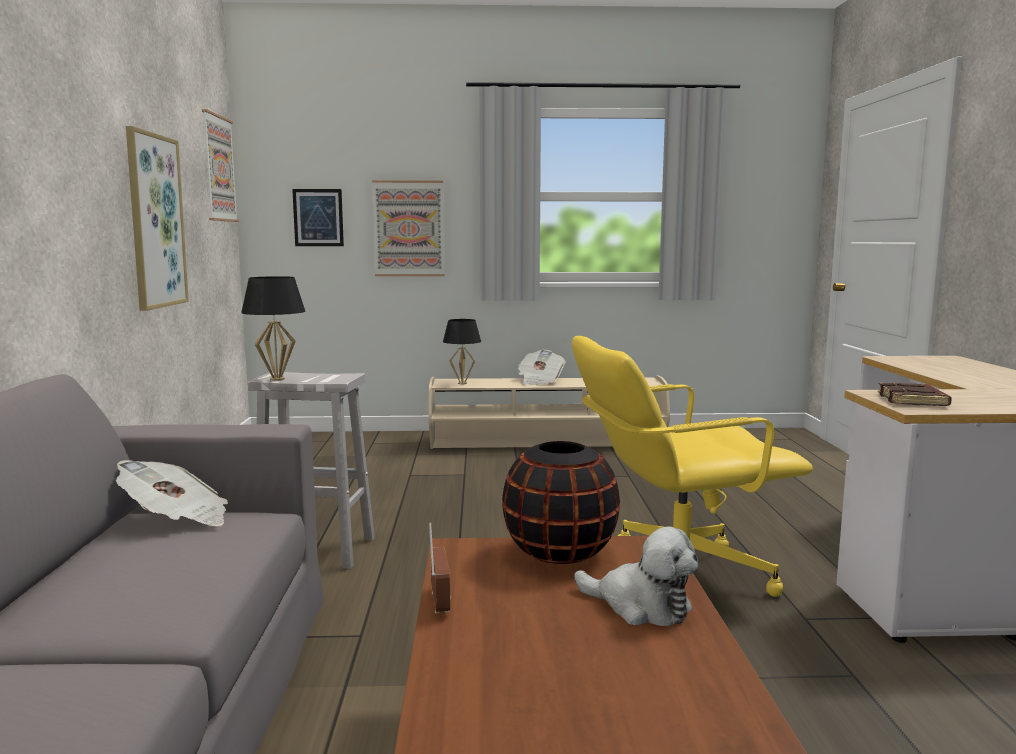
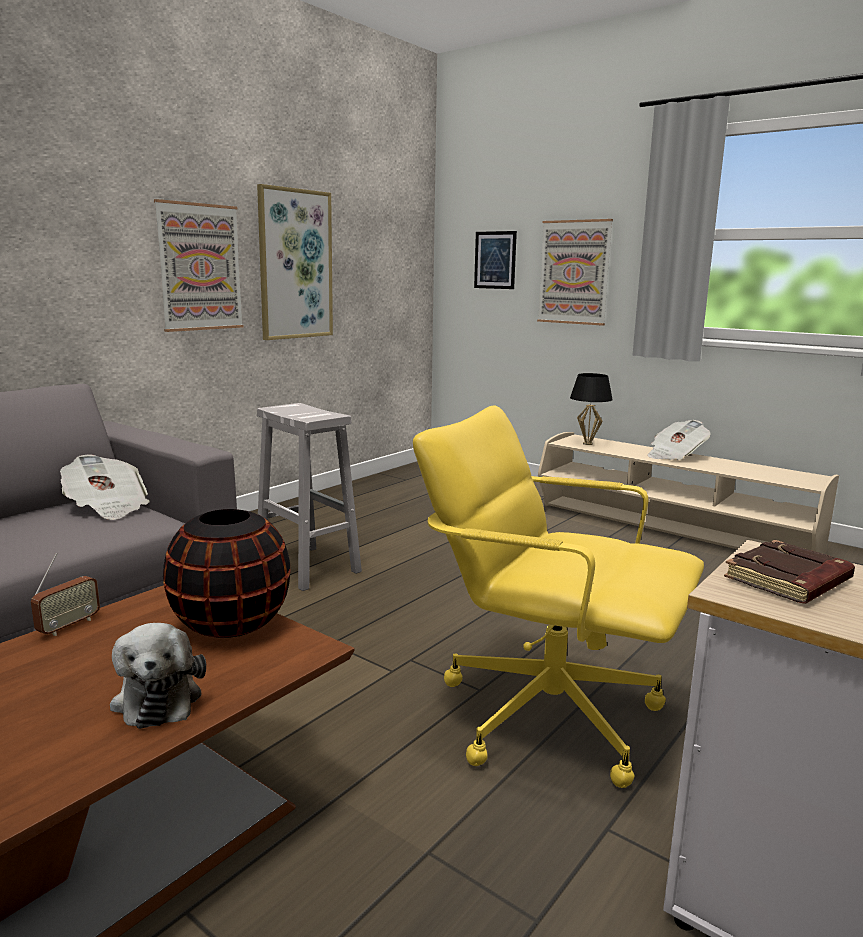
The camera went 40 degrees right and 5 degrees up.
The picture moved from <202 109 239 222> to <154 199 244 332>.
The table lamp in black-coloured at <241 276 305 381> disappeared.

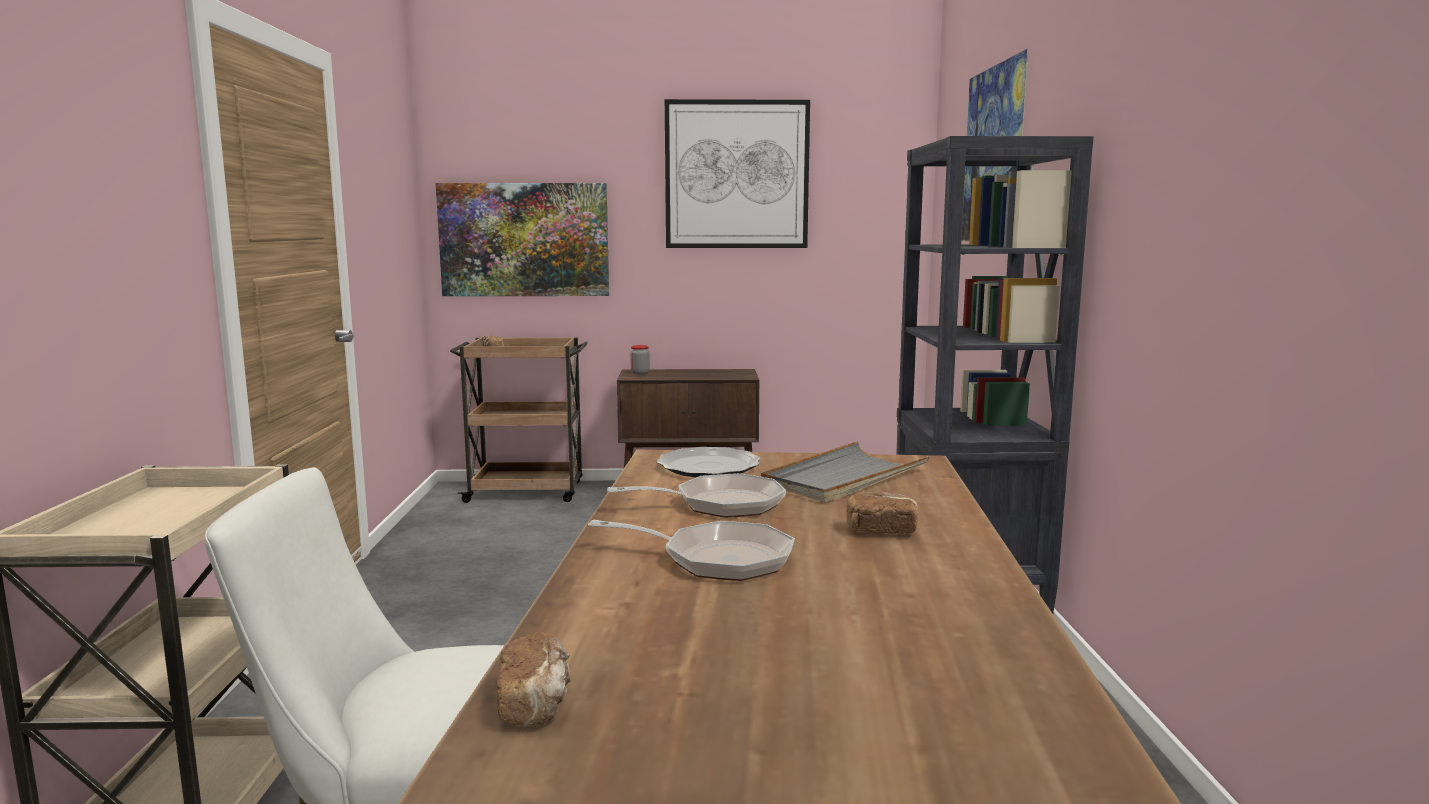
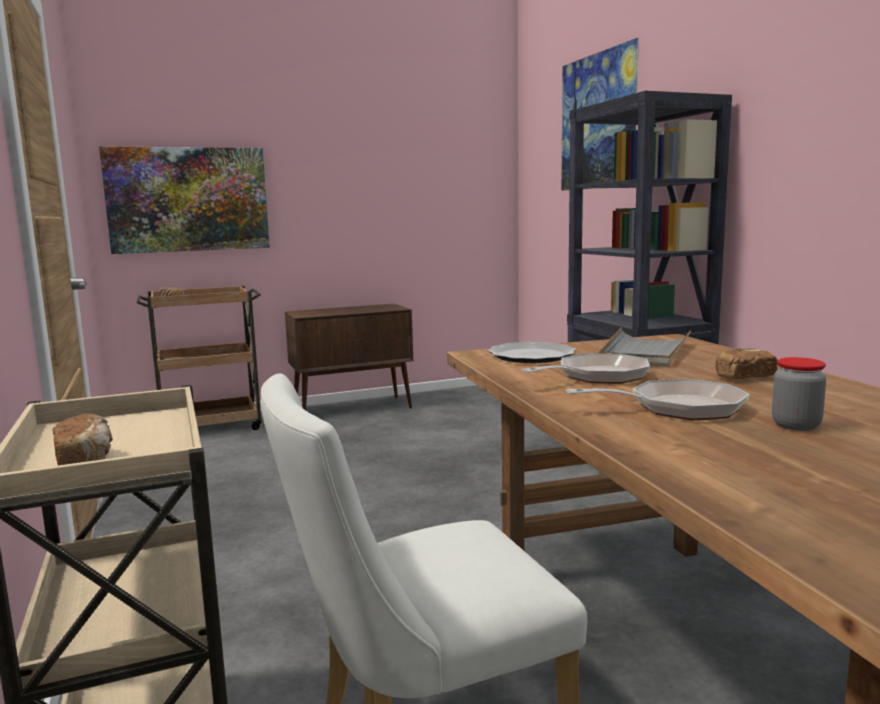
The camera went 20 degrees left and 0 degrees up.
The picture at <665 99 810 248> disappeared.
The storage jar moved from <630 345 650 374> to <772 357 826 431>.
The bakery bread moved from <497 632 571 727> to <53 413 113 465>.

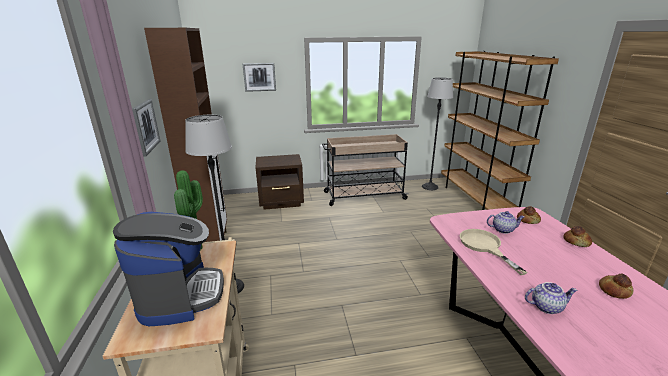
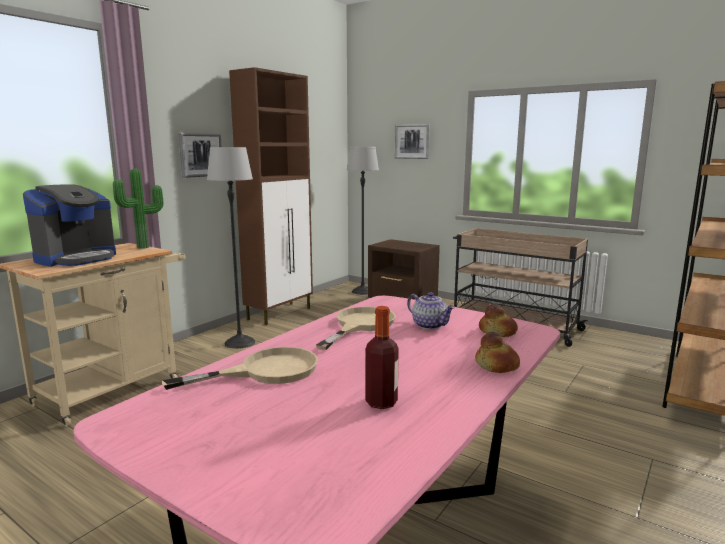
The camera went 45 degrees right and 10 degrees down.
The floor lamp moved from <422 78 453 190> to <347 147 379 295>.
The bakery bread at <599 273 633 299> was replaced by the beverage bottle at <365 306 399 409>.
The teapot at <525 282 578 314> was replaced by the skillet in sand-coloured at <162 347 318 390>.

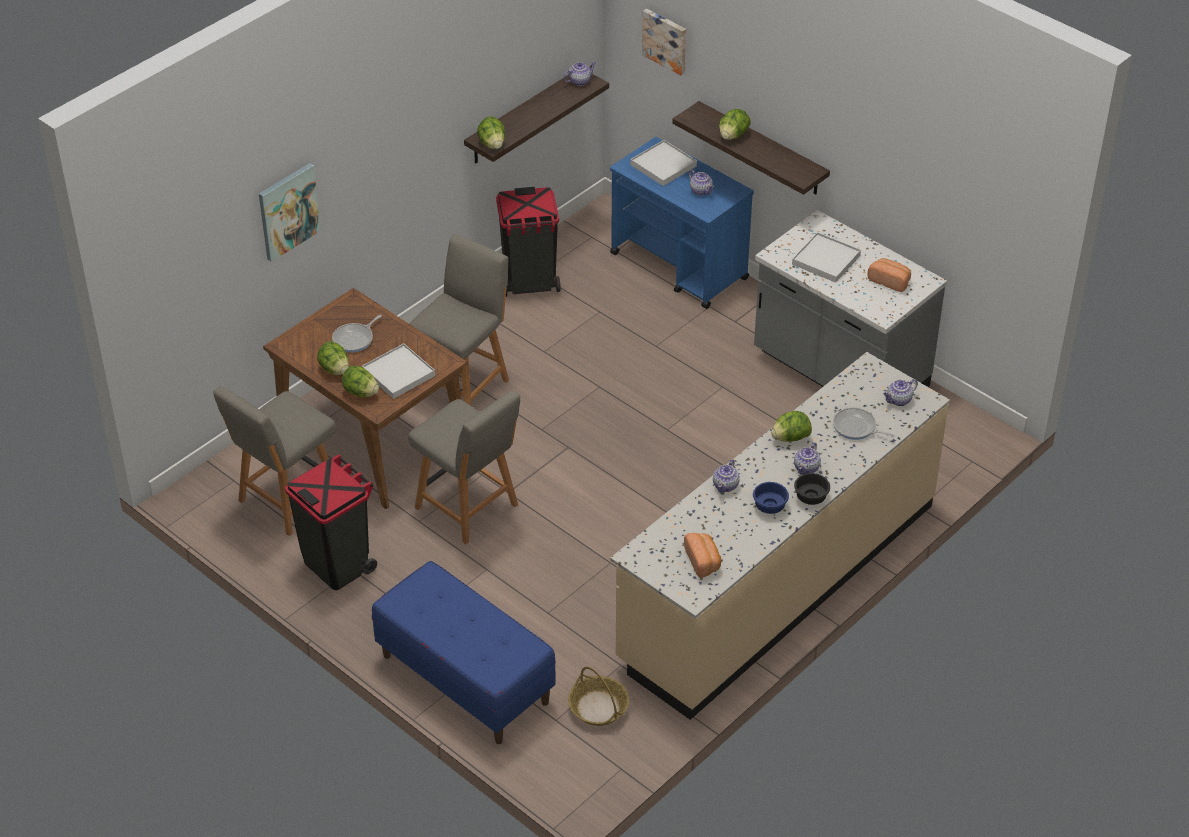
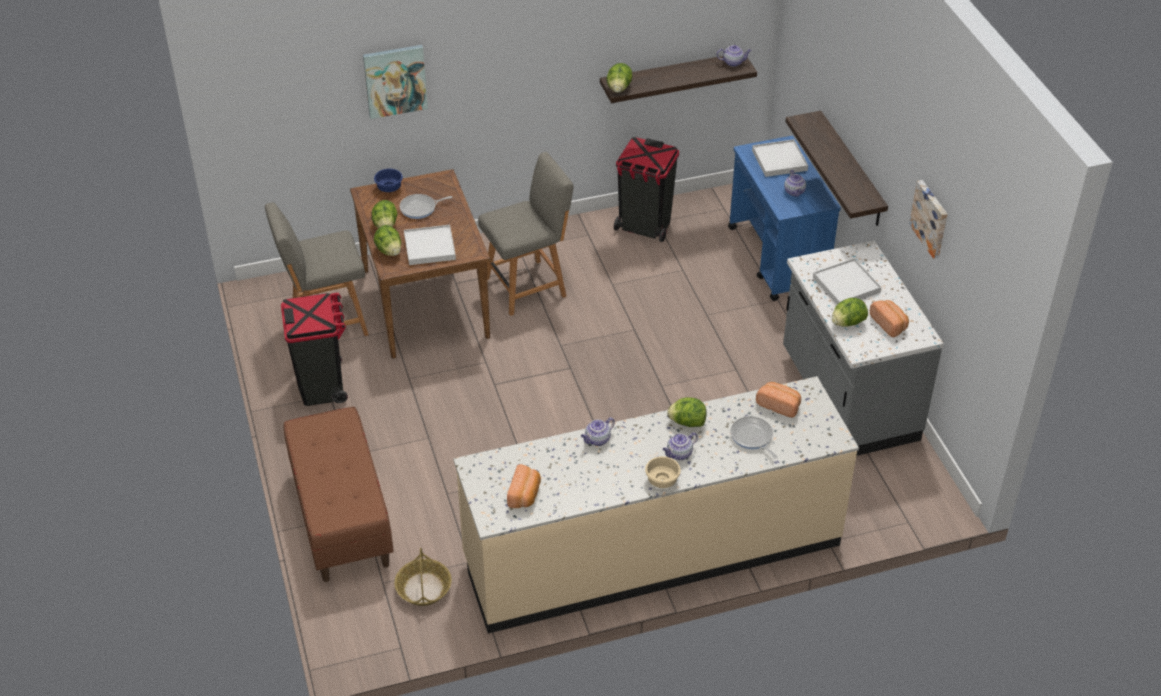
The camera went 30 degrees right and 0 degrees up.
The picture moved from <642 9 686 75> to <909 180 948 259>.
The head of lettuce moved from <719 109 751 140> to <832 298 868 327>.
The teapot at <884 379 918 406> disappeared.
The plain chair in gray at <408 391 520 544> disappeared.
The bowl in black-coloured at <794 473 830 505> became the bowl in sand-coloured at <645 456 681 488>.
The bowl in bluish moved from <753 482 789 514> to <374 169 403 192>.
The long seat in bluish at <372 561 556 744> became the long seat in brownish at <284 407 394 582>.
The bakery bread at <756 382 801 418> appeared.

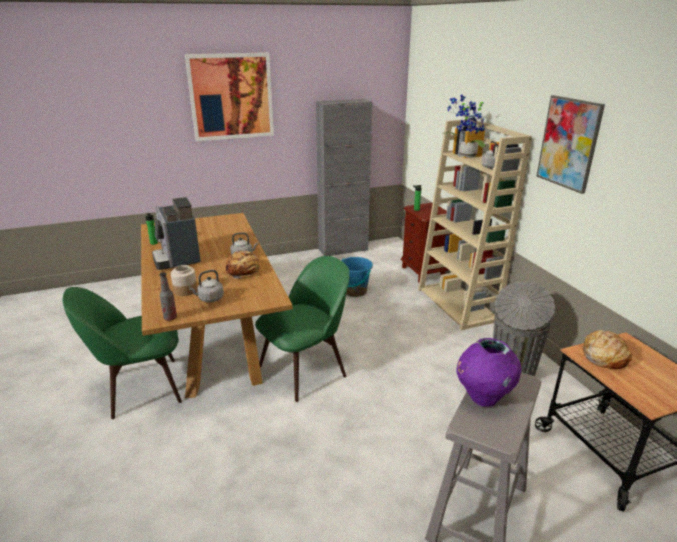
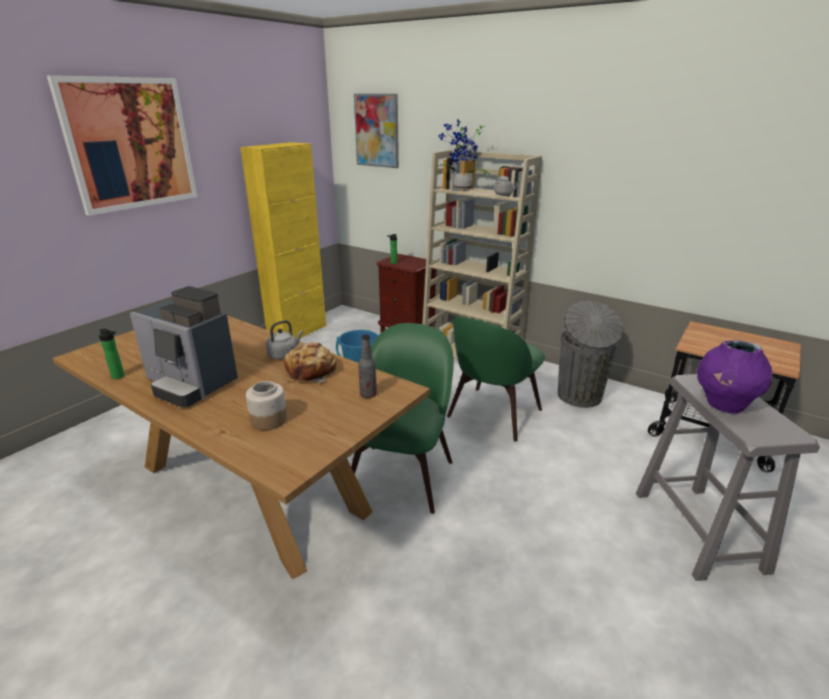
The camera went 35 degrees left and 0 degrees up.
The picture moved from <536 95 605 194> to <354 94 399 168>.
The cupboard in gray at <316 99 372 256> became the cupboard in yellow at <240 142 326 340>.
The water kettle in gray at <189 270 224 302> disappeared.
The beverage bottle moved from <159 273 177 321> to <358 335 377 398>.
The plain chair in greenish moved from <62 287 182 419> to <447 317 545 442>.
The bakery bread at <582 330 632 369> disappeared.

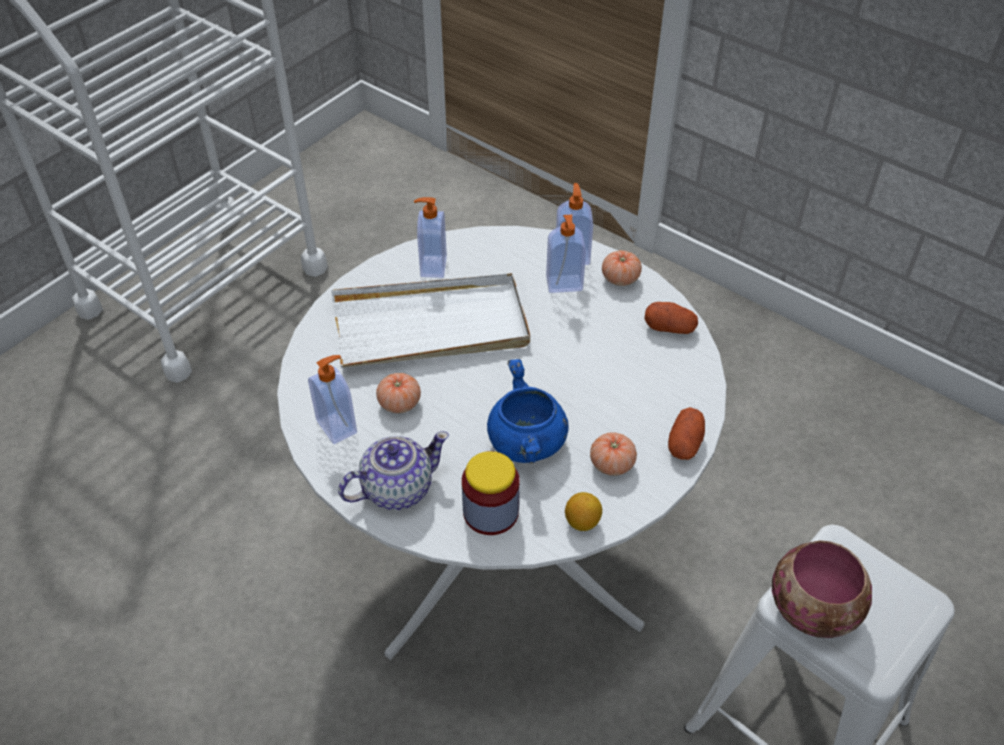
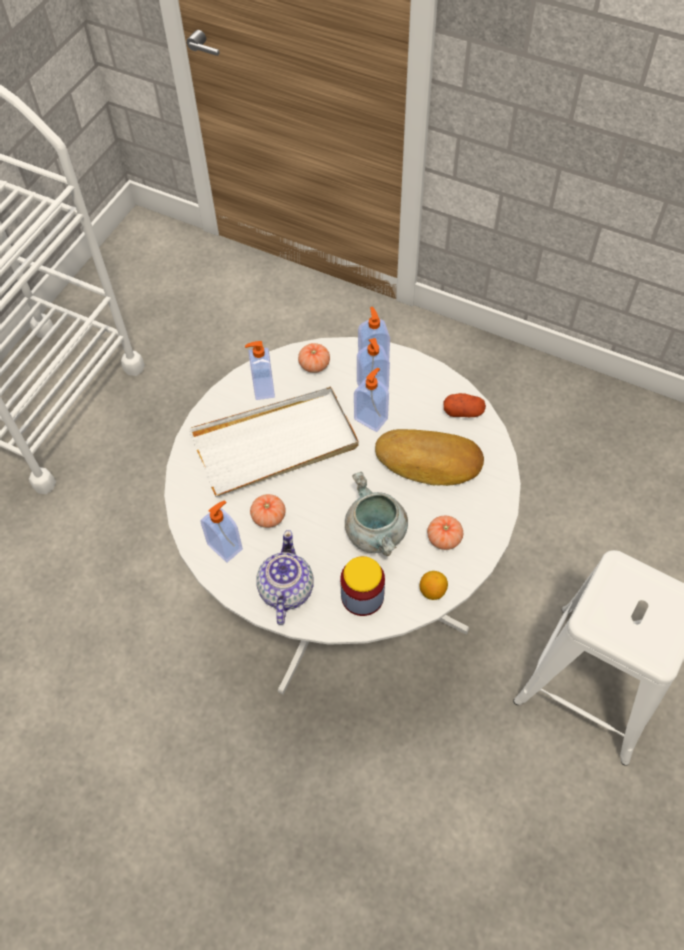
The camera went 10 degrees left and 10 degrees up.
The fresh tomato moved from <602 250 642 286> to <298 343 330 373>.
The saucepot in bluish at <487 359 569 464> became the saucepot in gray at <345 472 408 556>.
The potato at <668 407 705 460> disappeared.
The teapot at <338 431 449 510> turned 45 degrees counterclockwise.
The bowl at <772 541 872 638> disappeared.
The soap dispenser at <354 368 389 432> appeared.
The bakery bread at <375 429 484 486> appeared.

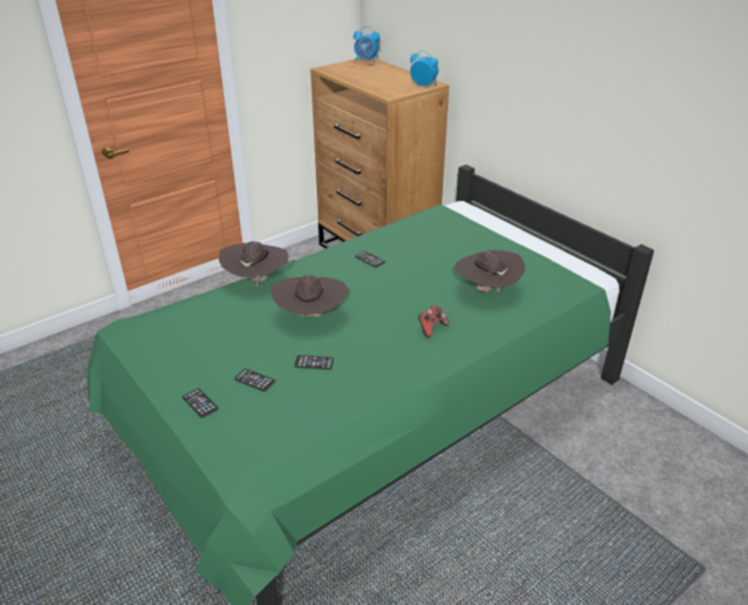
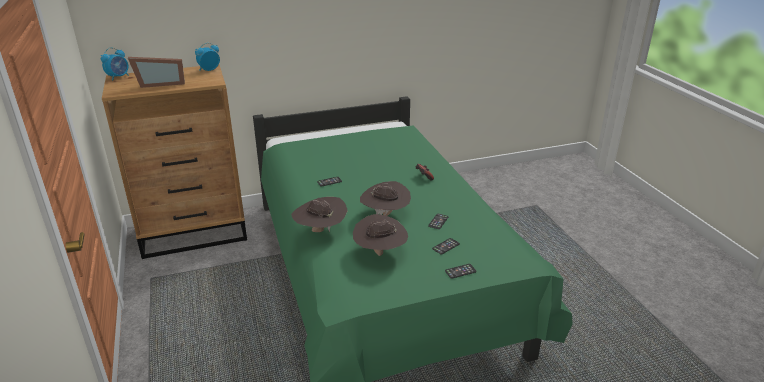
The camera went 70 degrees left and 5 degrees down.
The hat in brownish moved from <455 250 525 294> to <353 214 408 256>.
The standing frame at <128 57 185 88> appeared.

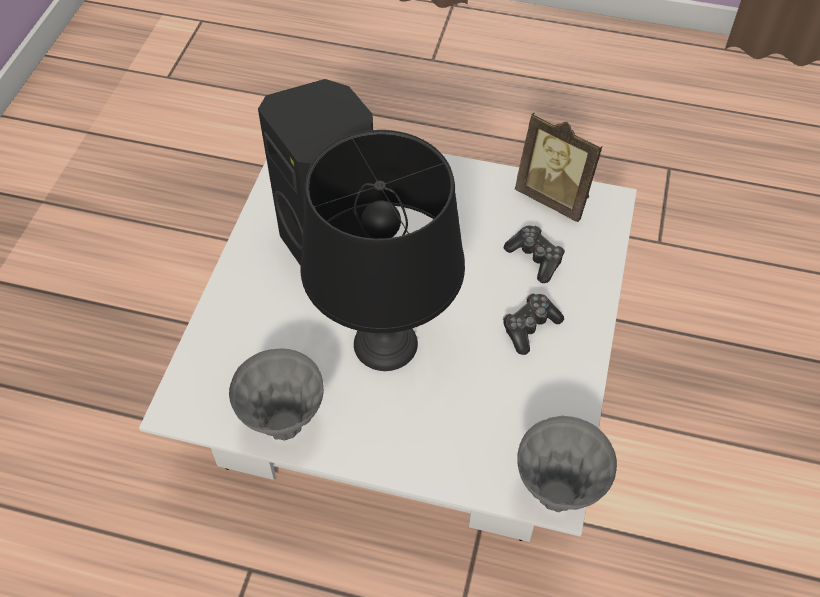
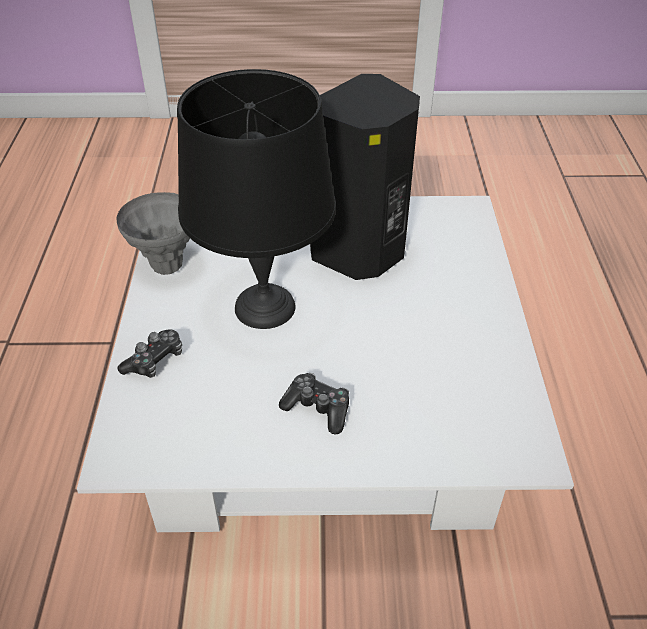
The camera went 75 degrees right and 10 degrees down.
The standing frame at <515 113 602 222> disappeared.
The game controller moved from <504 226 565 283> to <118 329 182 378>.
The flower vase in gray at <517 416 617 512> disappeared.

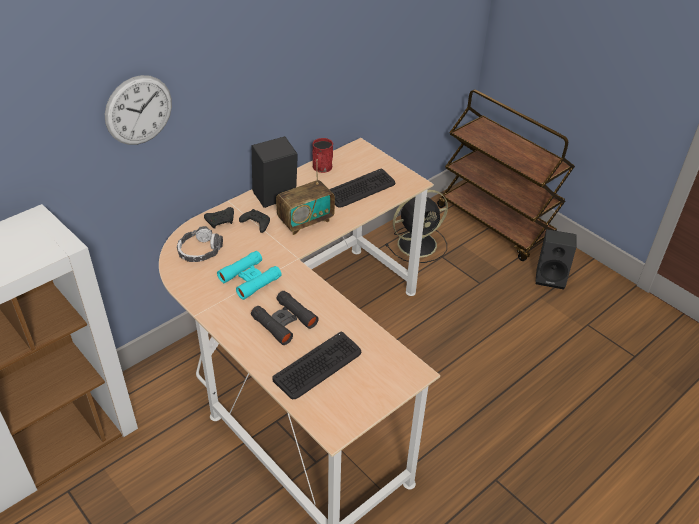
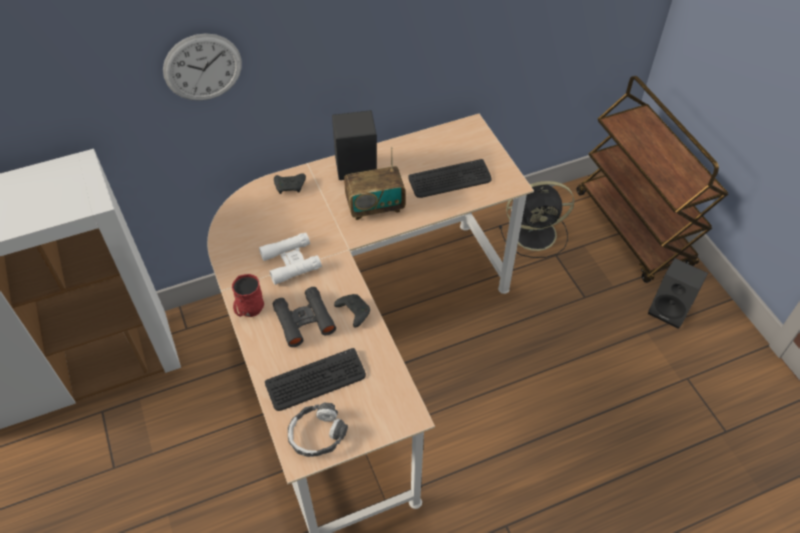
The camera went 20 degrees right and 10 degrees up.
The tea mug in reddish moved from <312 138 333 173> to <232 274 264 317>.
The game controller in black-coloured moved from <239 209 270 233> to <334 294 370 328>.
The headphones moved from <177 226 223 262> to <288 403 348 457>.
The binoculars in turquoise-coloured at <217 251 282 300> became the binoculars in white-coloured at <259 233 322 285>.

